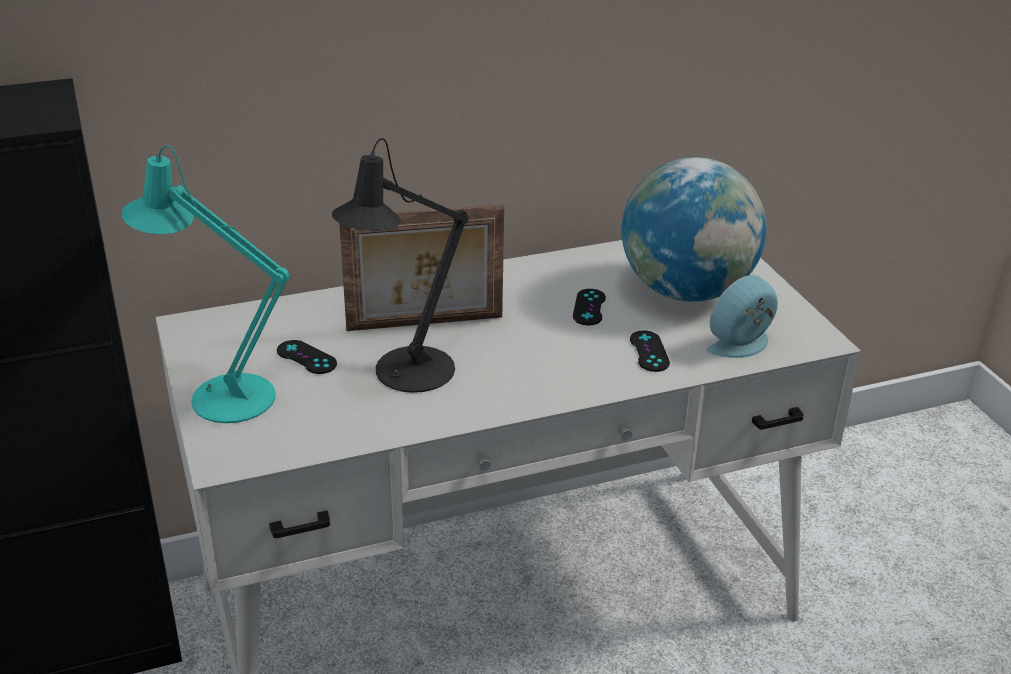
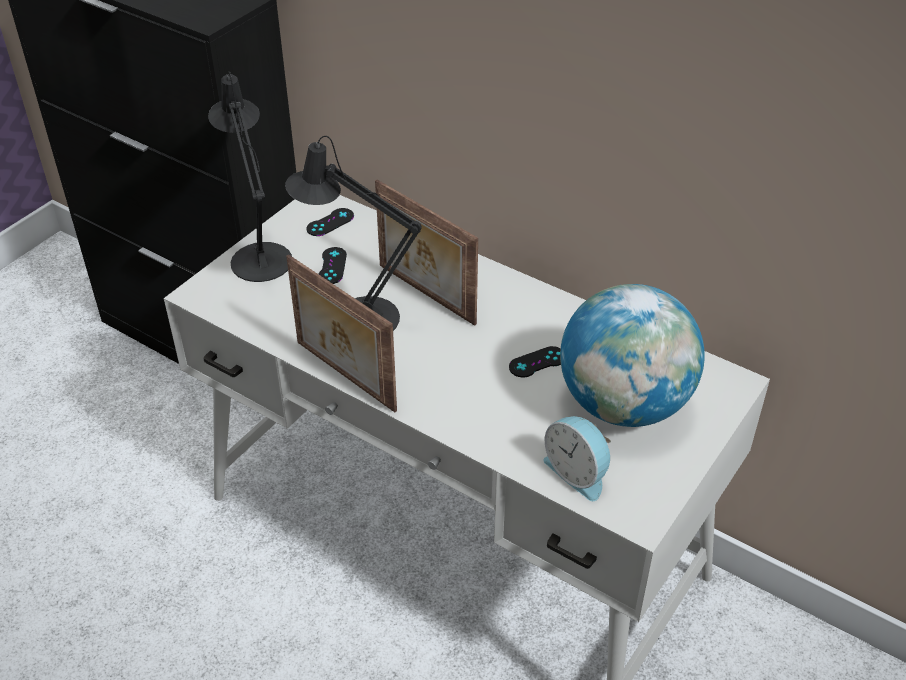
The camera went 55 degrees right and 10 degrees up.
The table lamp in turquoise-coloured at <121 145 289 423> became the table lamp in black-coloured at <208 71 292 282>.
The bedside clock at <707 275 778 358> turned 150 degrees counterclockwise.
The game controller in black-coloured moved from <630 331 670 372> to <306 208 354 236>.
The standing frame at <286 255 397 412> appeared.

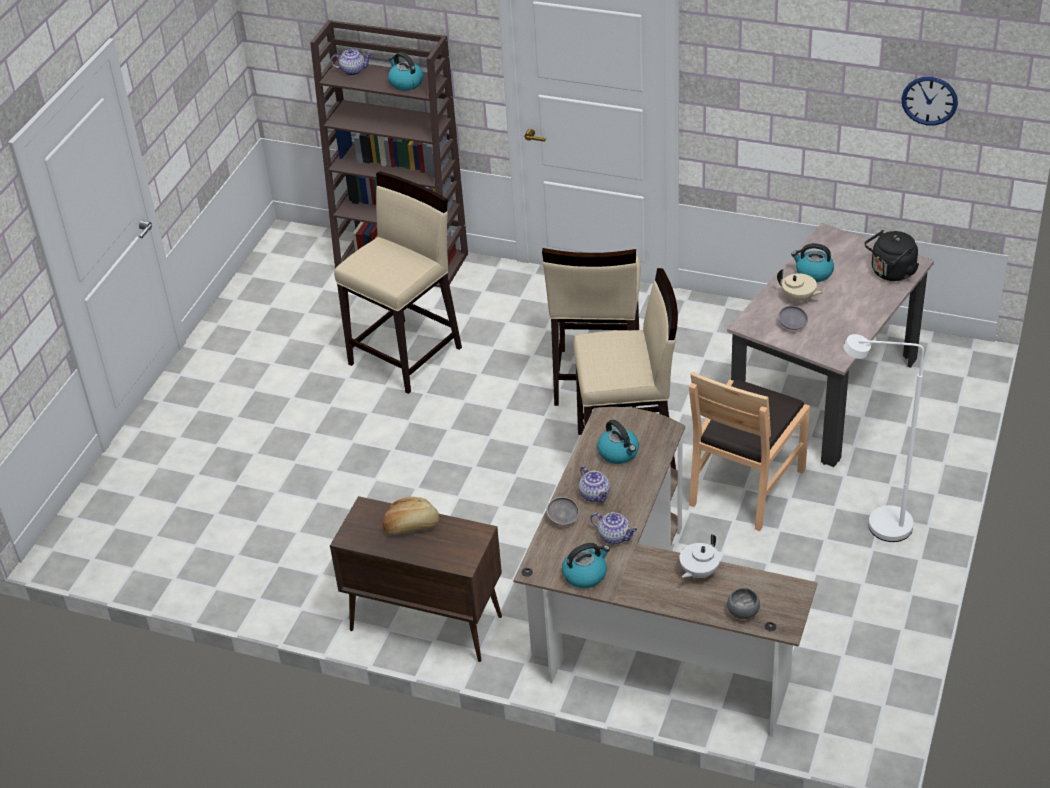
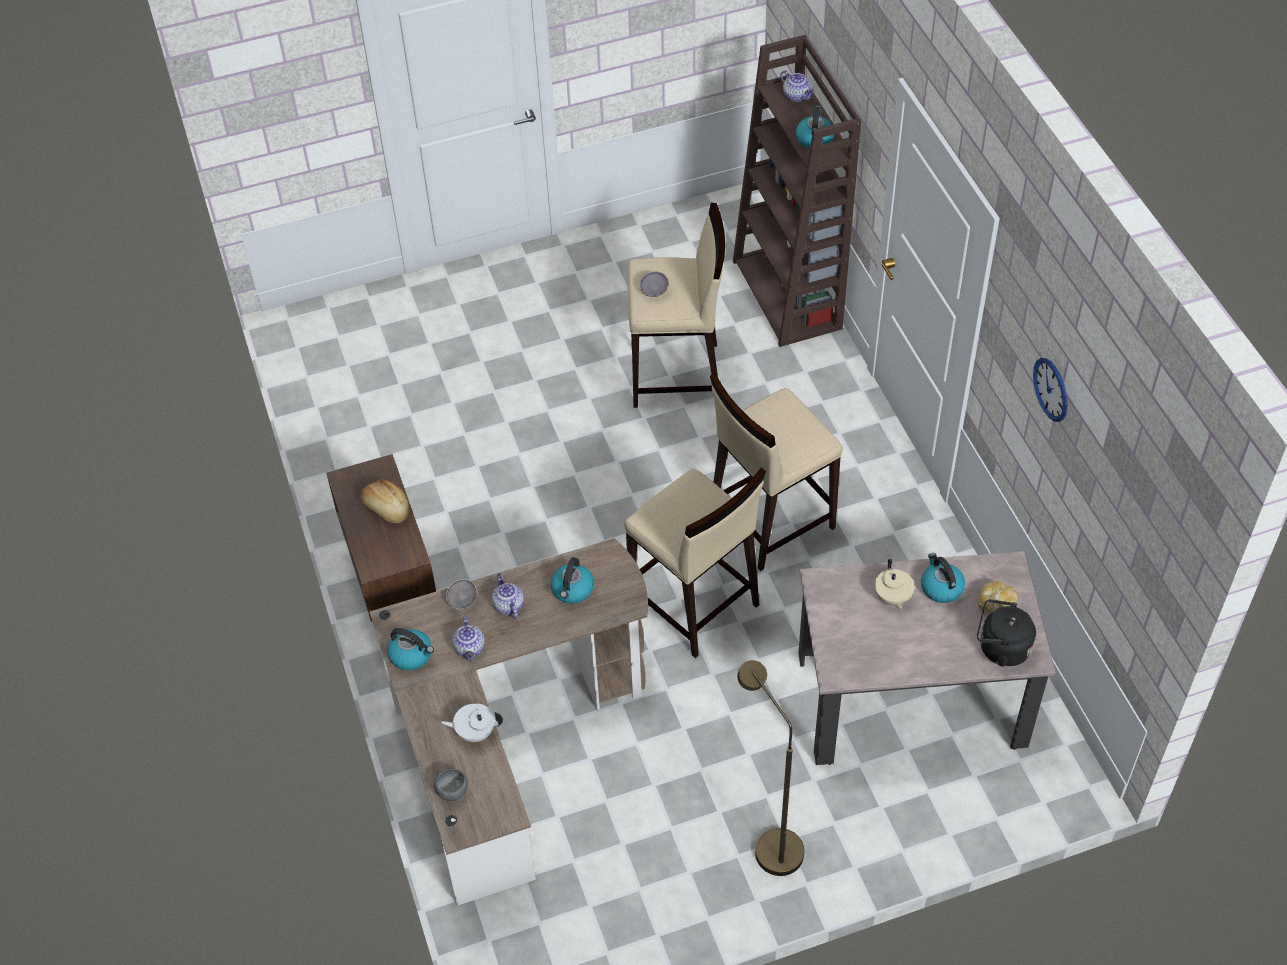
The camera went 50 degrees right and 10 degrees up.
The hanging clock moved from <901 77 958 125> to <1033 358 1068 422>.
The bowl in gray moved from <778 306 808 330> to <640 271 669 297>.
The floor lamp in white-coloured at <843 334 924 542> became the floor lamp in brownish at <737 660 804 876>.
The plain chair in brownish at <689 372 810 531> disappeared.
The teapot at <579 466 610 503> turned 135 degrees clockwise.
The bakery bread at <977 581 1017 613> appeared.

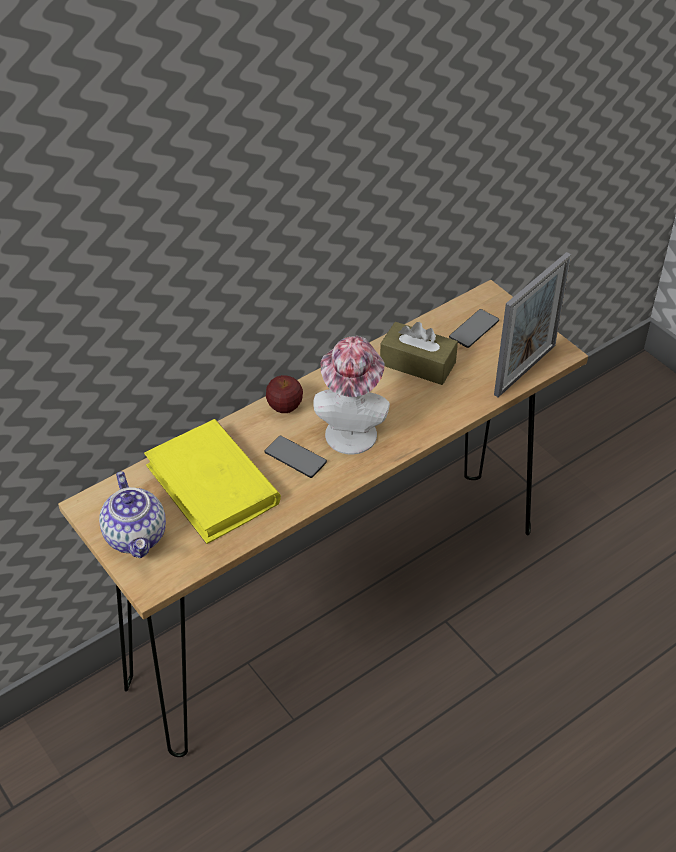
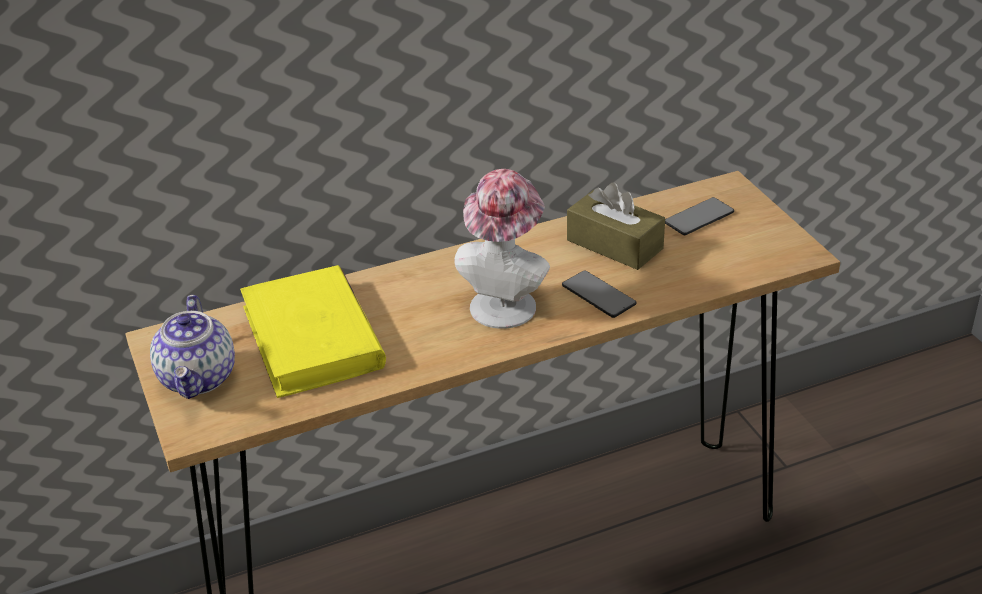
The camera went 15 degrees right and 10 degrees down.
The standing frame at <494 252 571 397> disappeared.
The apple at <266 375 303 413> disappeared.
The phone moved from <264 436 327 478> to <562 271 636 318>.

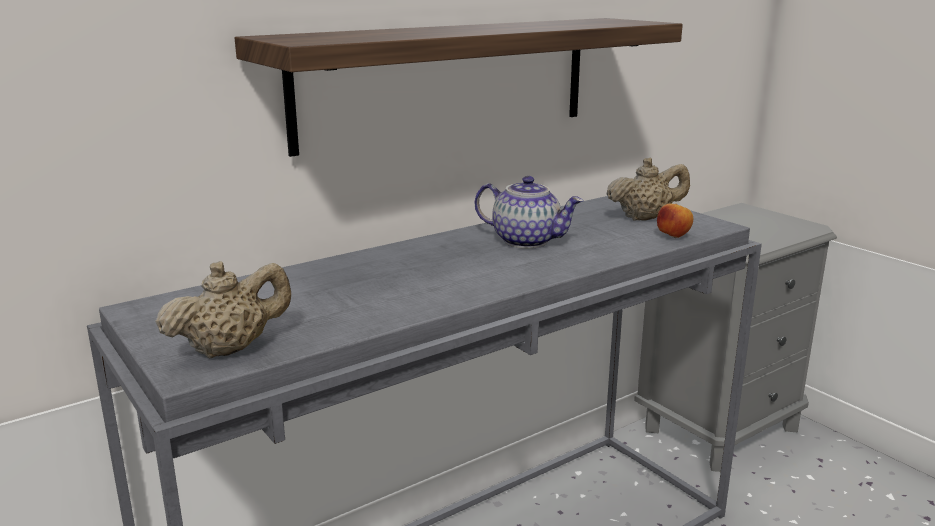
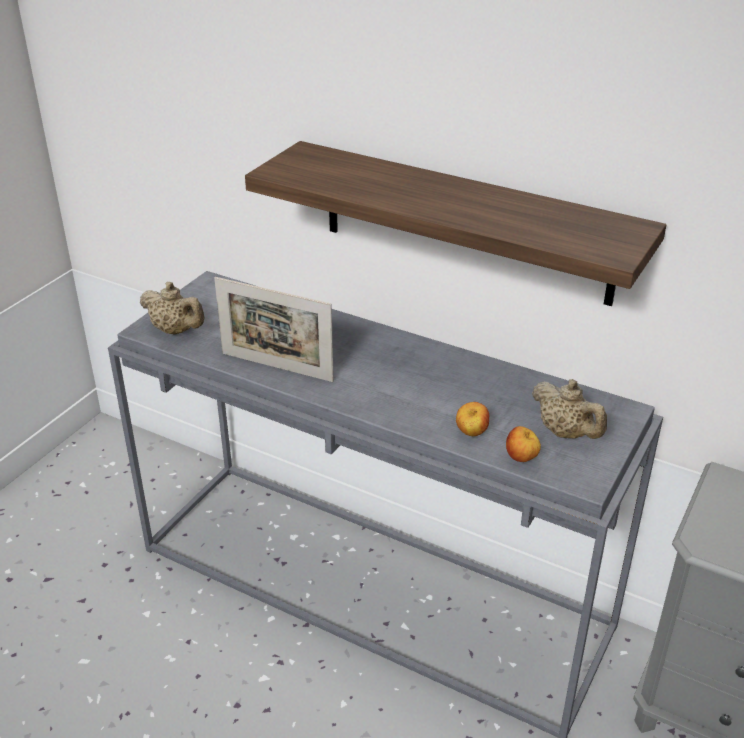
The camera went 65 degrees right and 15 degrees up.
The teapot at <475 176 584 249> disappeared.
The standing frame at <214 277 334 382> appeared.
The apple at <456 402 489 436> appeared.

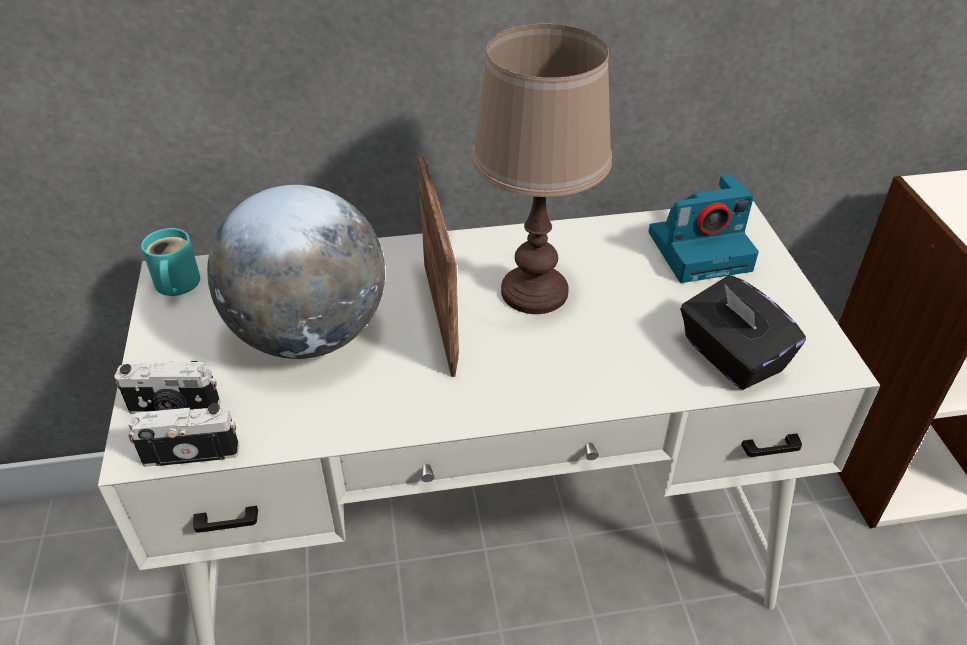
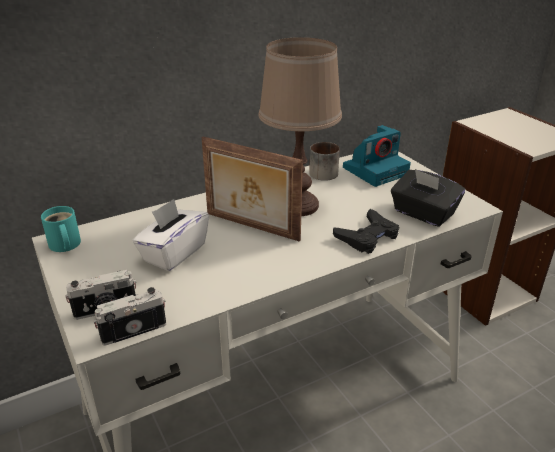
The camera went 20 degrees left and 10 degrees down.
The standing frame at <418 155 459 377> turned 150 degrees clockwise.
The world globe at <207 185 385 359> was replaced by the box of tissues in white-coloured at <132 199 209 271>.
The tea mug at <309 142 340 181> appeared.
The game controller in black-coloured at <333 209 399 254> appeared.

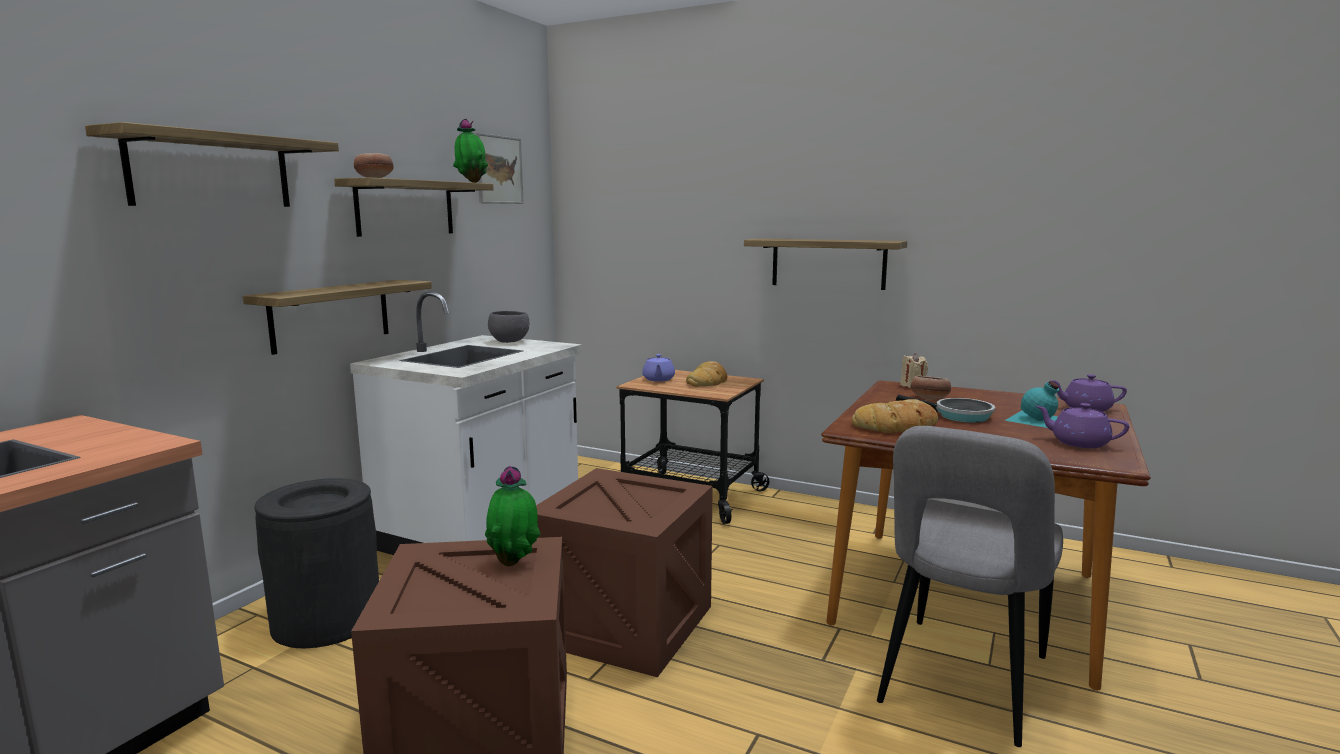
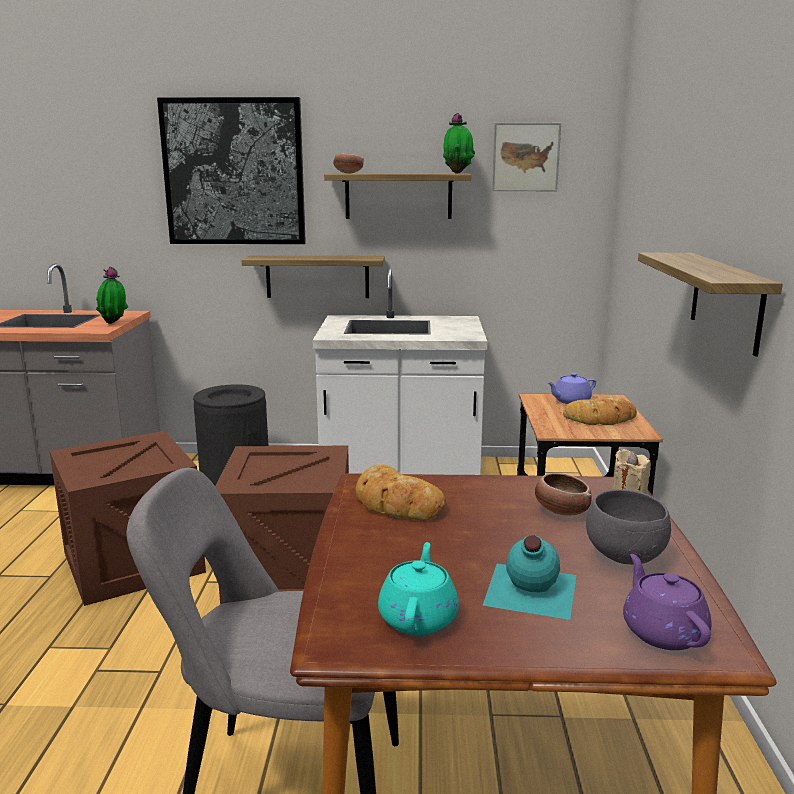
The camera went 65 degrees right and 5 degrees up.
The wall shelf at <85 122 339 207> was replaced by the picture at <157 97 306 244>.
The bowl in gray moved from <488 311 529 343> to <586 489 671 564>.
The skillet at <896 395 995 423> disappeared.
The teapot in purple-coloured at <1036 403 1129 448> became the teapot in turquoise-coloured at <378 542 459 635>.
The plant in a pot moved from <485 466 540 566> to <96 267 128 324>.

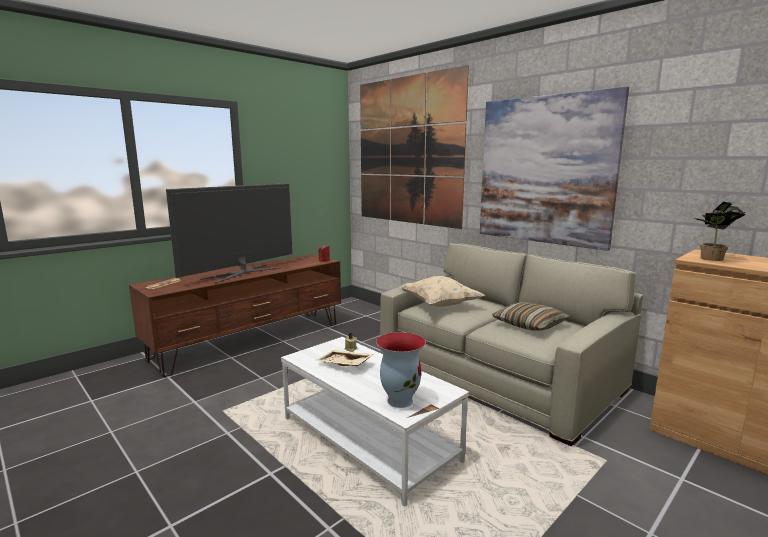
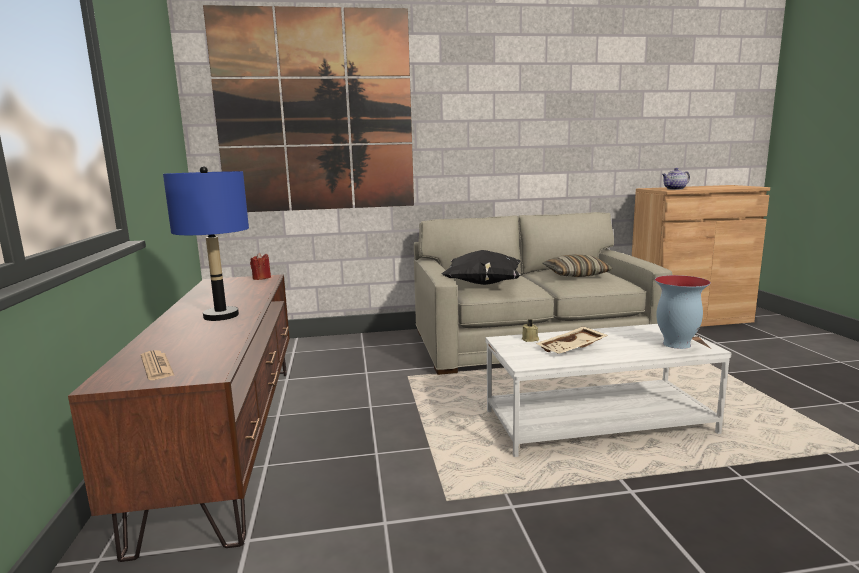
The camera went 55 degrees left and 0 degrees up.
The picture at <480 86 629 251> disappeared.
The television at <166 183 293 283> was replaced by the table lamp in bluish at <163 166 249 321>.
The plant in a pot at <695 202 746 261> was replaced by the teapot at <662 168 690 190>.
The pillow in sand-coloured at <400 276 485 307> became the pillow in black-coloured at <441 250 521 285>.

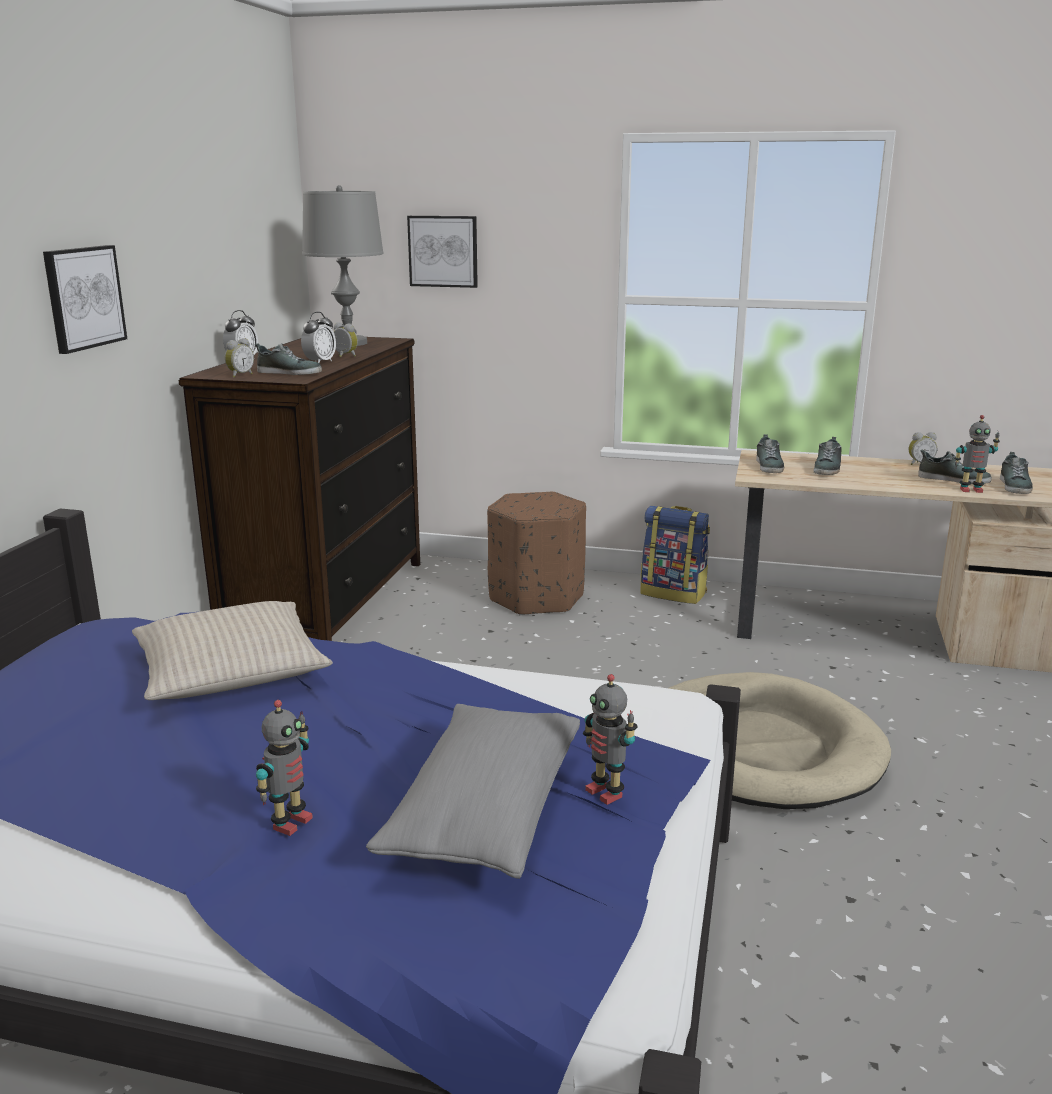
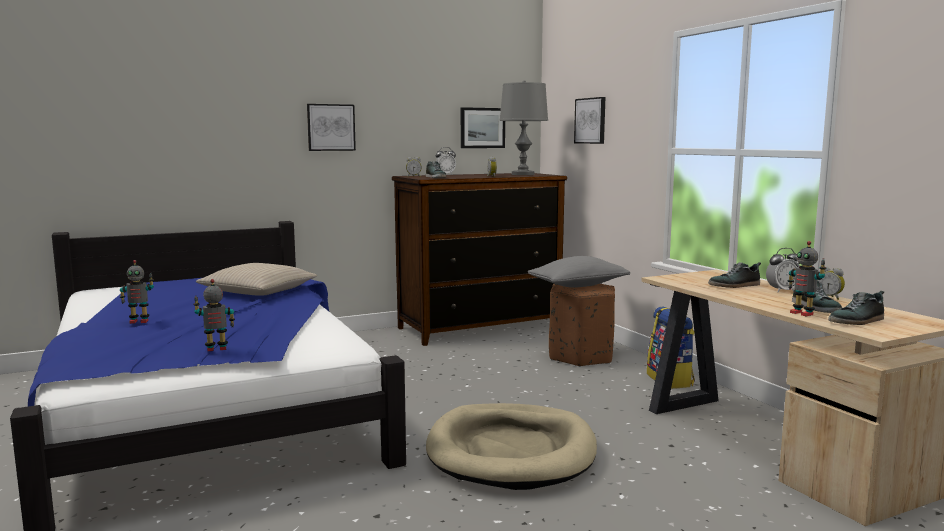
The camera went 50 degrees right and 10 degrees down.
The bedside clock moved from <301 312 336 363> to <766 248 800 292>.
The low shoe at <756 434 784 473> disappeared.
The toy robot at <583 674 638 805> turned 60 degrees clockwise.
The pillow in gray moved from <366 704 580 879> to <528 256 630 288>.
The picture at <461 107 505 148> appeared.

